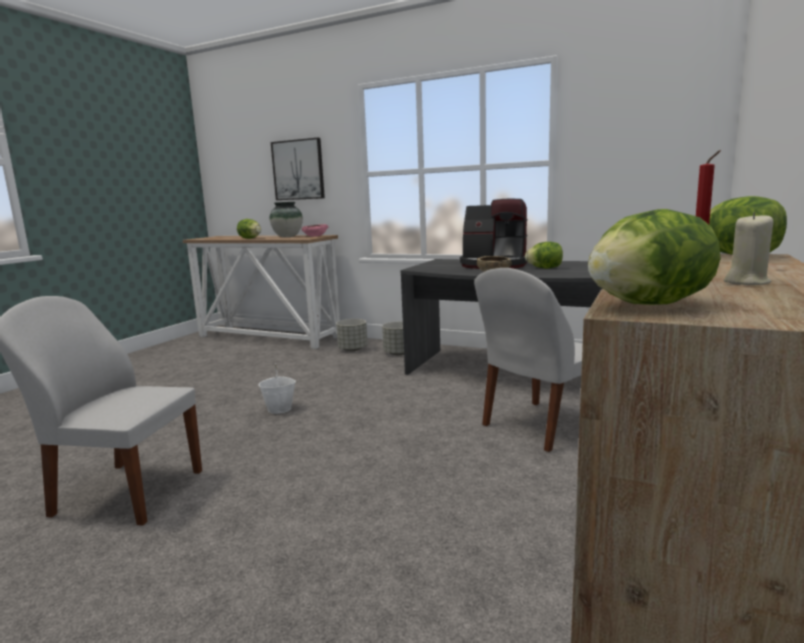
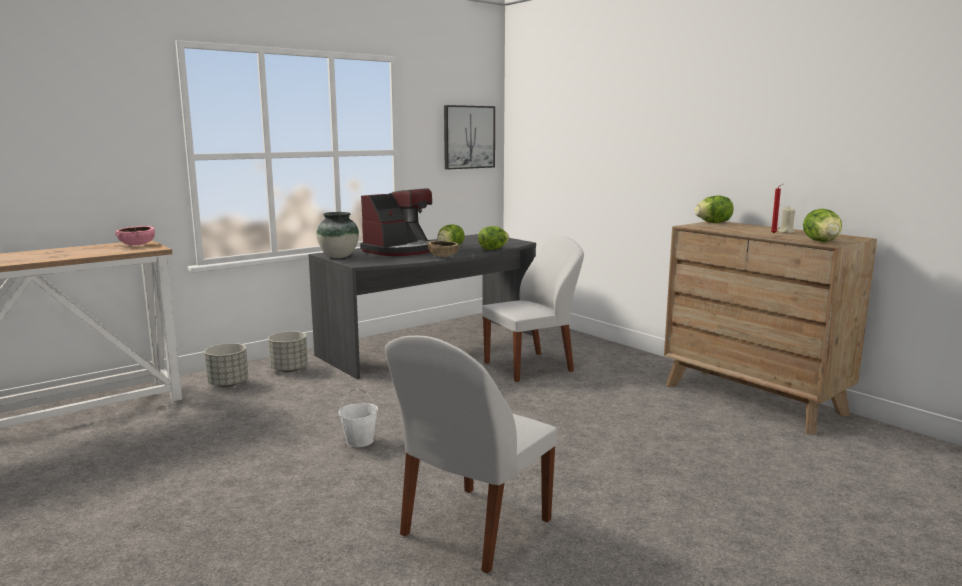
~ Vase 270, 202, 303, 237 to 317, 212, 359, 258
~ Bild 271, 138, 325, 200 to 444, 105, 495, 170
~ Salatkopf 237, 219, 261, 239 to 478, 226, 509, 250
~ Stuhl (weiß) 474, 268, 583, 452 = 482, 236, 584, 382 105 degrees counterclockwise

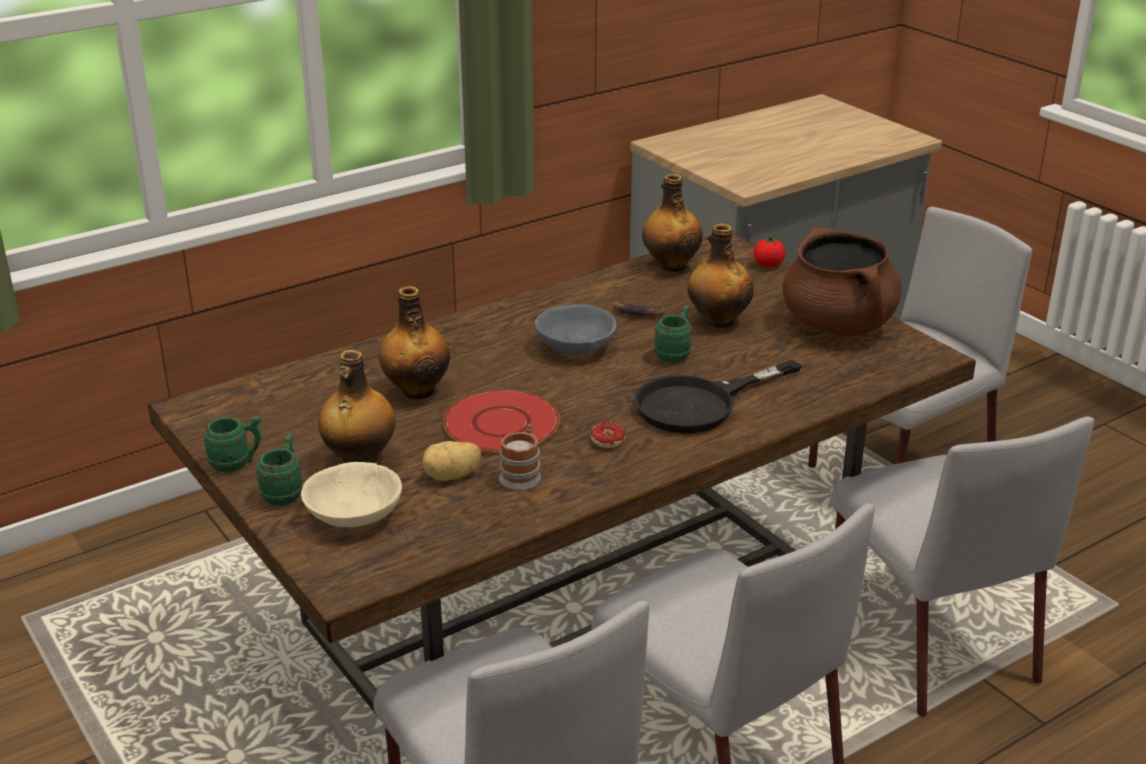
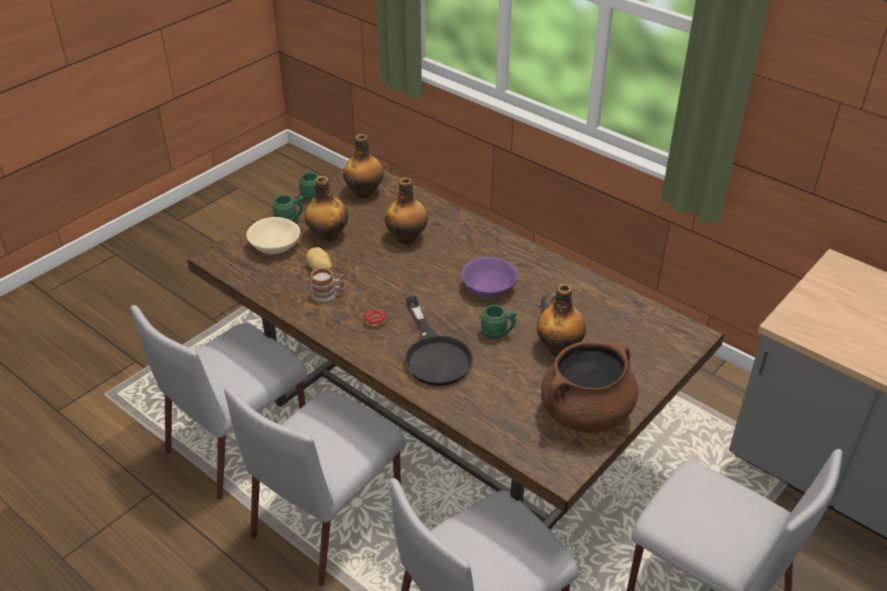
~ Flasche 642, 174, 703, 272 to 343, 134, 383, 198
~ Pfanne (schwarz) 634, 359, 802, 433 = 404, 296, 473, 386 150 degrees counterclockwise
~ Schüssel (grau) 535, 304, 616, 355 to Schüssel (lila) 462, 257, 518, 298
- Teller (rot) 443, 389, 560, 453
- Tomate 754, 235, 786, 267

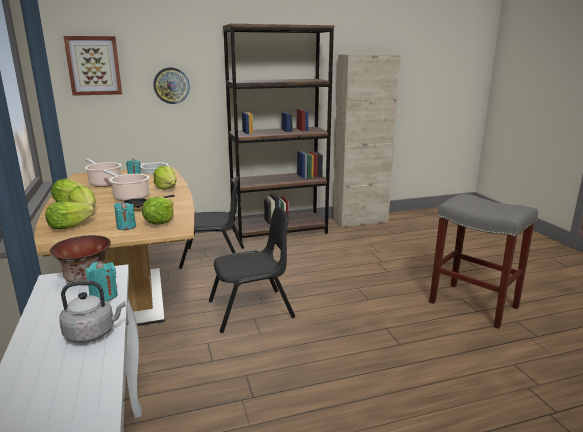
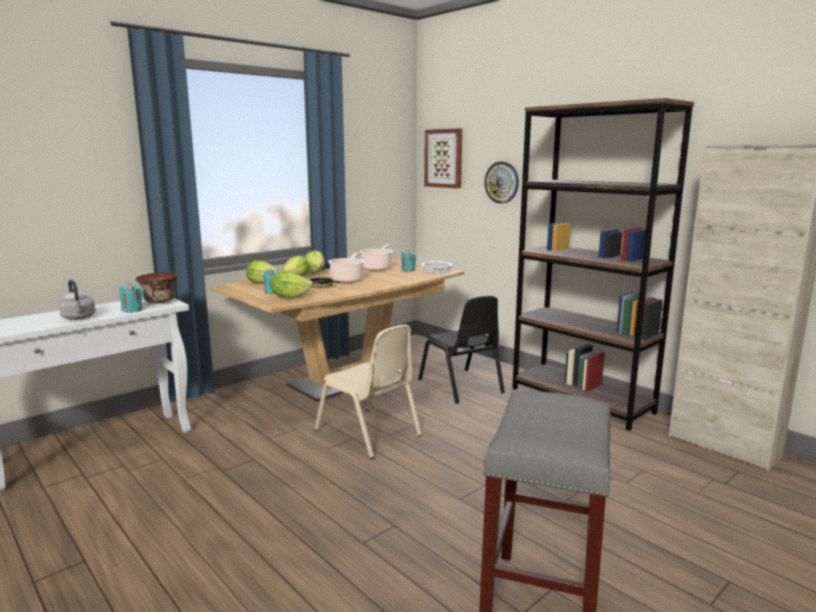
~ Stuhl (schwarz) 209, 206, 295, 333 to Stuhl (beige) 315, 324, 422, 459
- Salatkopf 154, 166, 176, 190

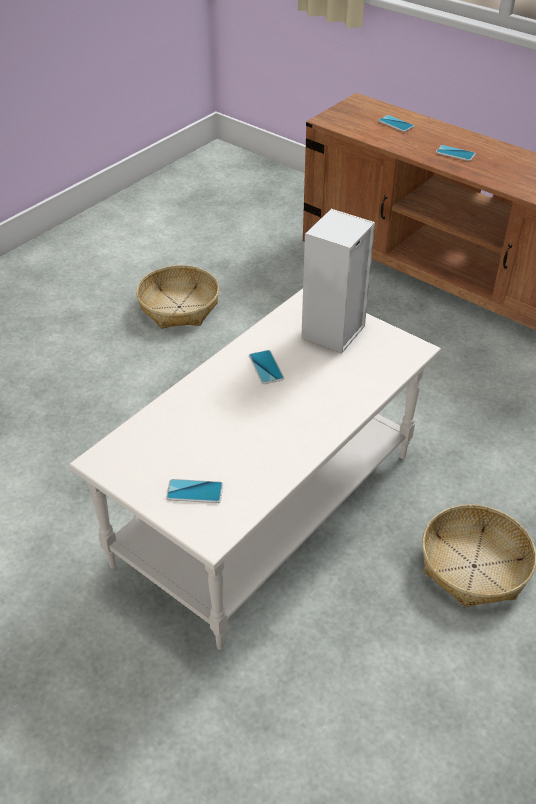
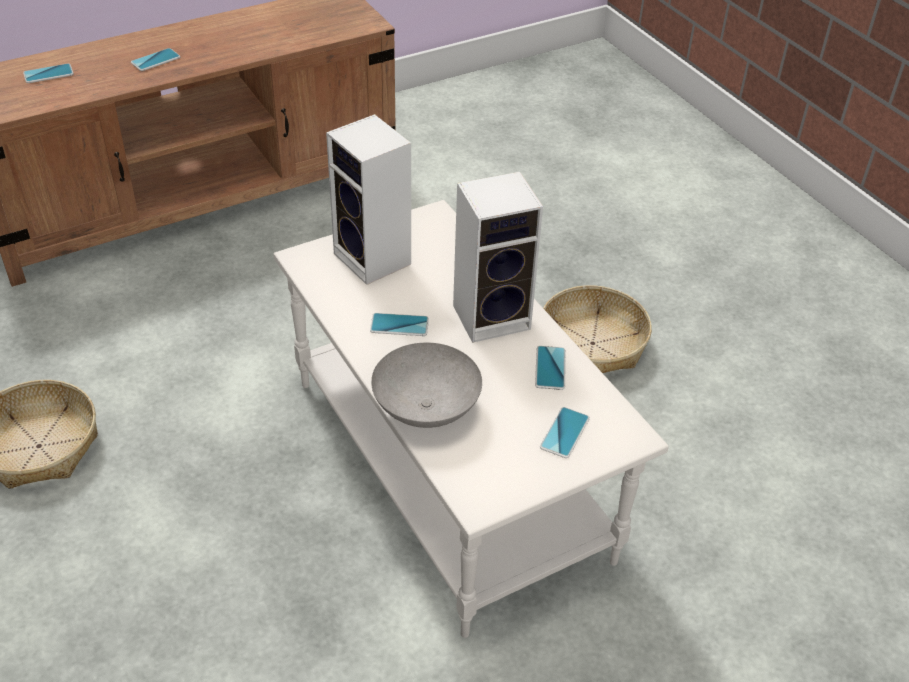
+ Schüssel (grau) 371, 342, 482, 428
+ Lautsprecher 453, 172, 543, 343
+ Handy 535, 346, 566, 390

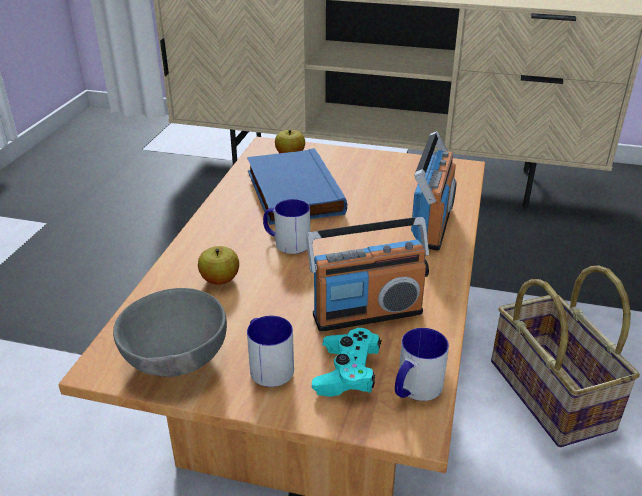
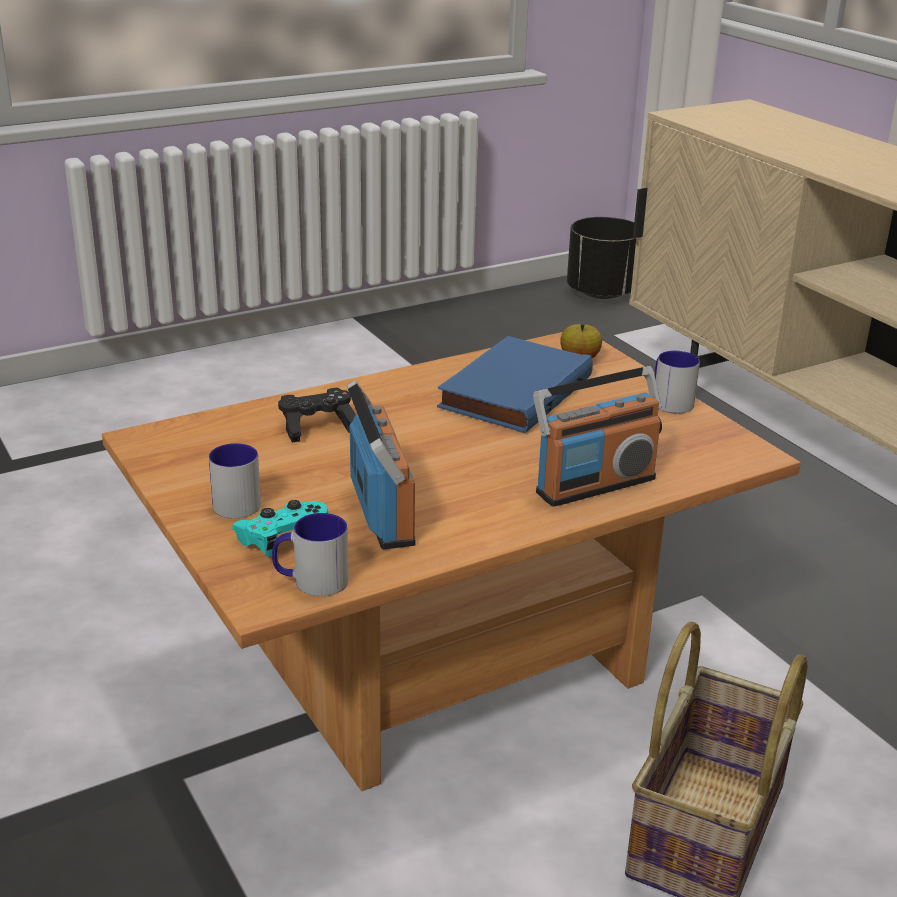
~ Apfel 198, 246, 239, 285 to Gamepad (schwarz) 278, 388, 356, 442
~ Radio 306, 217, 429, 332 = 347, 380, 416, 549 135 degrees counterclockwise
+ Pflanzkübel (schwarz) 567, 217, 636, 299
~ Henkelbecher 263, 199, 310, 254 to 654, 351, 700, 413
- Schüssel (grau) 113, 288, 227, 377

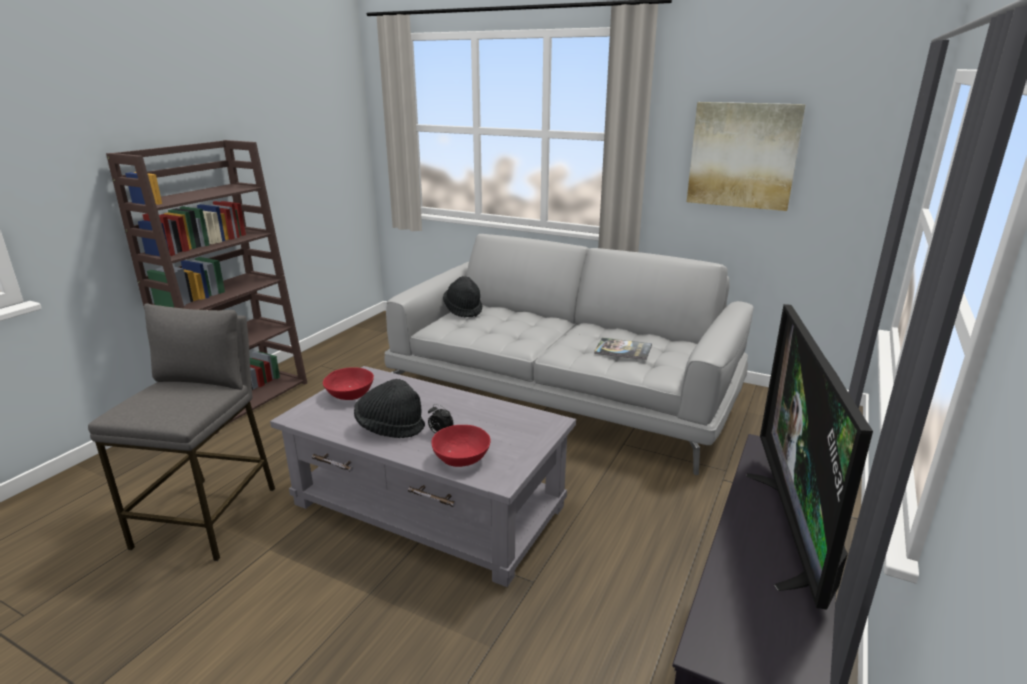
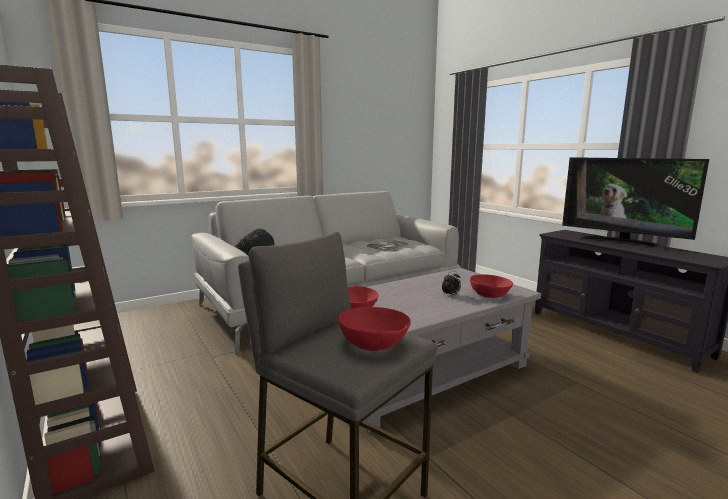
+ Schüssel (rot) 338, 307, 411, 351
- Hut (schwarz) 354, 379, 425, 438
- Bild 687, 102, 806, 211

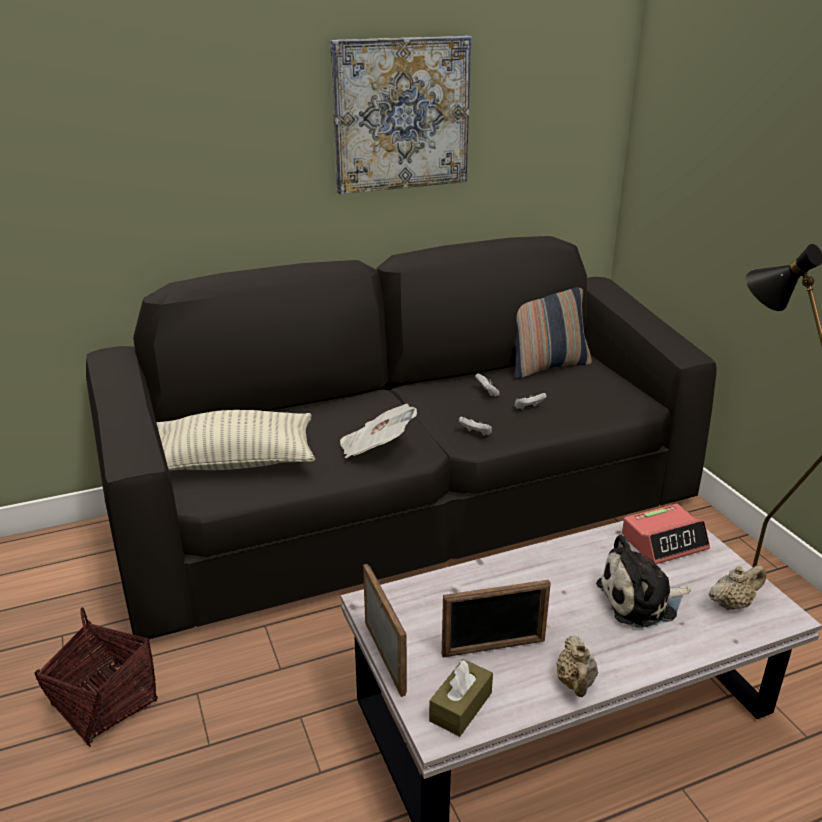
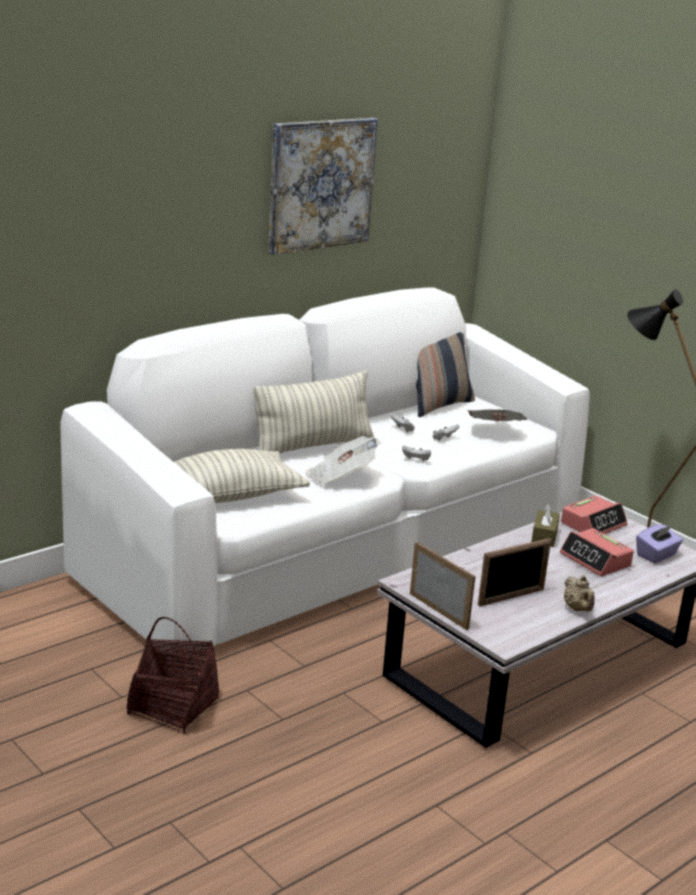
~ Sofa (schwarz) 86, 236, 717, 639 to Sofa (weiß) 60, 287, 590, 660
+ Kissen 253, 370, 374, 453
+ Zeitung 467, 409, 527, 421
~ Taschentuchbox (braun) 429, 659, 493, 737 to 531, 504, 560, 547
~ Plüschtier 596, 534, 690, 628 to Wecker 560, 528, 634, 576
~ Teekanne (beige) 709, 565, 766, 610 to Taschentuchbox (lila) 636, 524, 683, 563

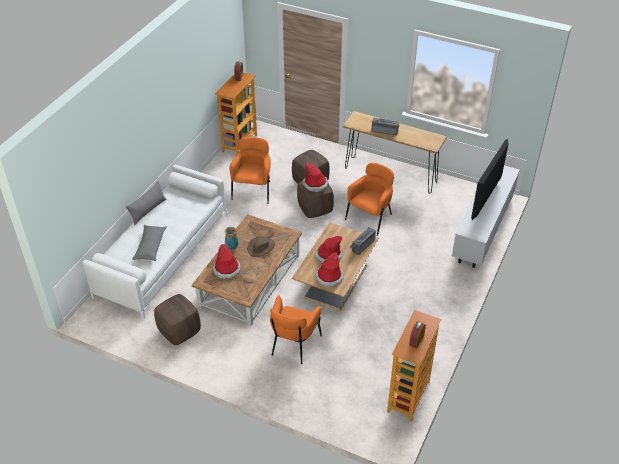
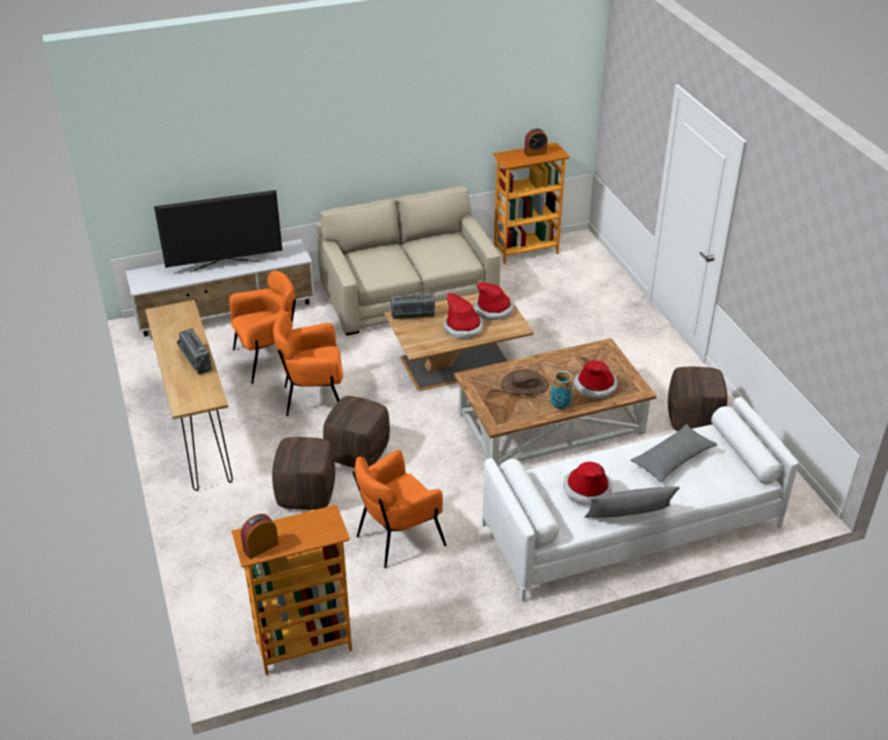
~ Sessel (orange) 270, 295, 322, 364 to 229, 271, 296, 384
+ Sofa (beige) 316, 186, 500, 336
~ Hut 303, 163, 328, 192 to 563, 462, 612, 506

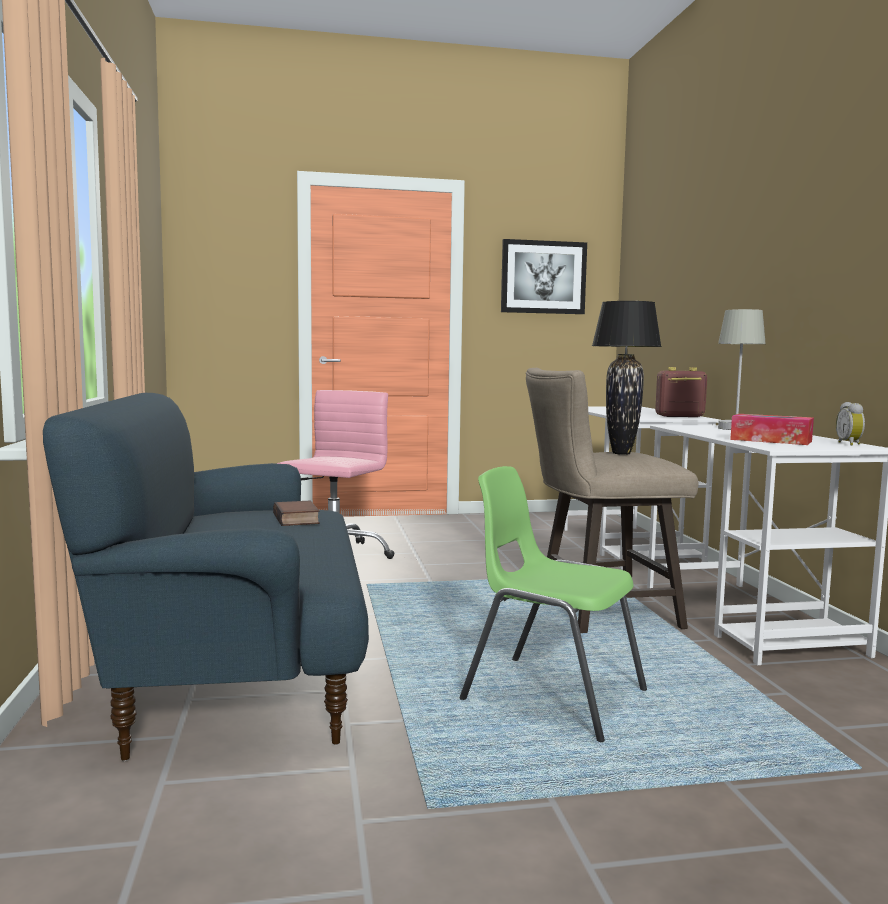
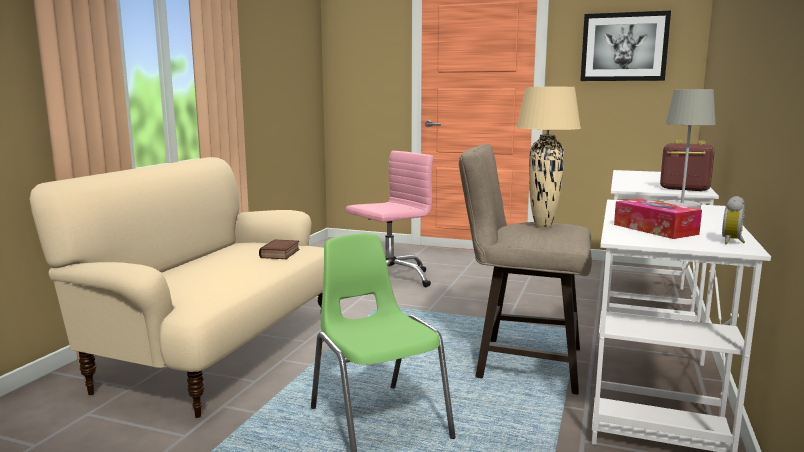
~ Sofa (blau) 43, 393, 369, 761 to Sofa (beige) 29, 157, 324, 418
~ Tischlampe (schwarz) 592, 301, 662, 455 to Tischlampe (beige) 516, 87, 581, 228

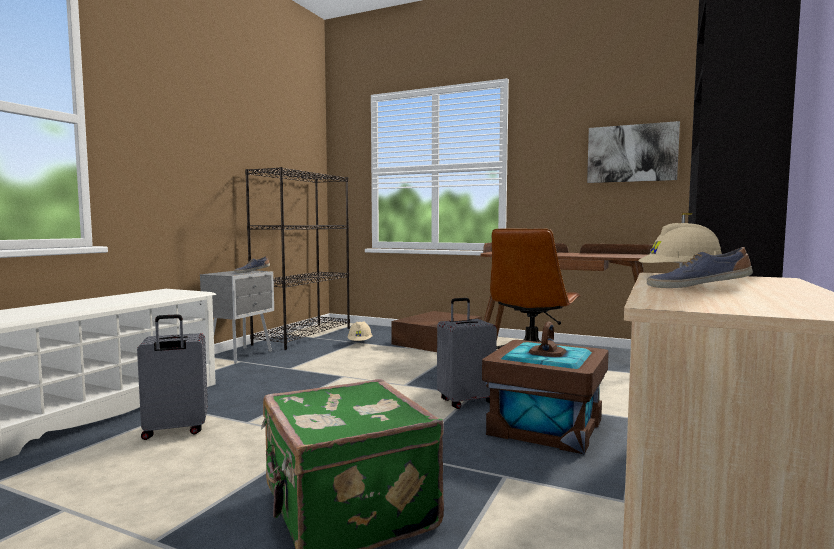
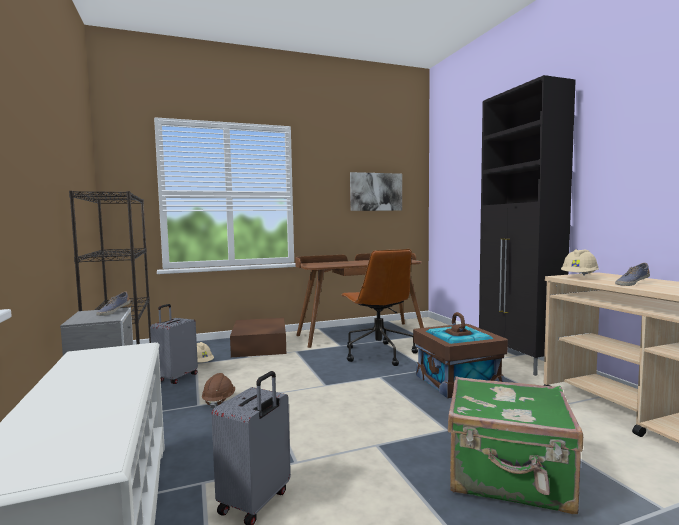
~ Koffer (grau) 437, 298, 497, 409 to 150, 304, 198, 384
+ Schutzhelm (braun) 202, 373, 235, 409

